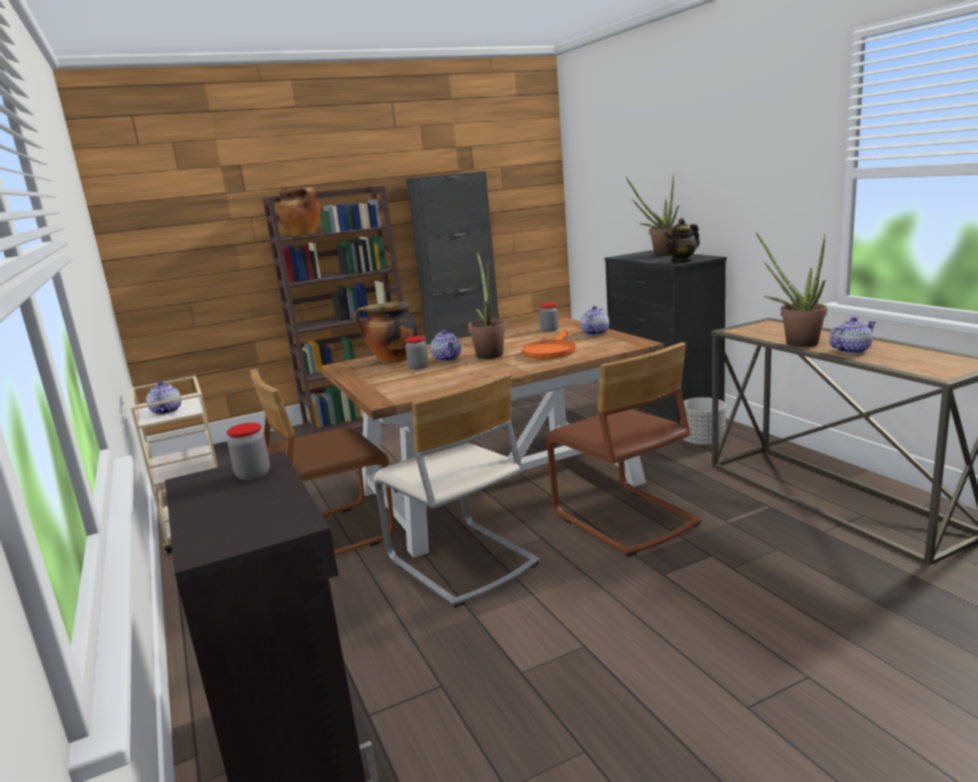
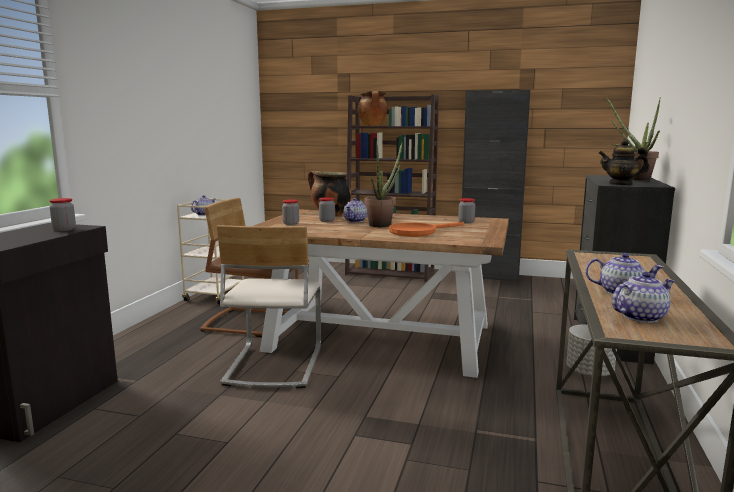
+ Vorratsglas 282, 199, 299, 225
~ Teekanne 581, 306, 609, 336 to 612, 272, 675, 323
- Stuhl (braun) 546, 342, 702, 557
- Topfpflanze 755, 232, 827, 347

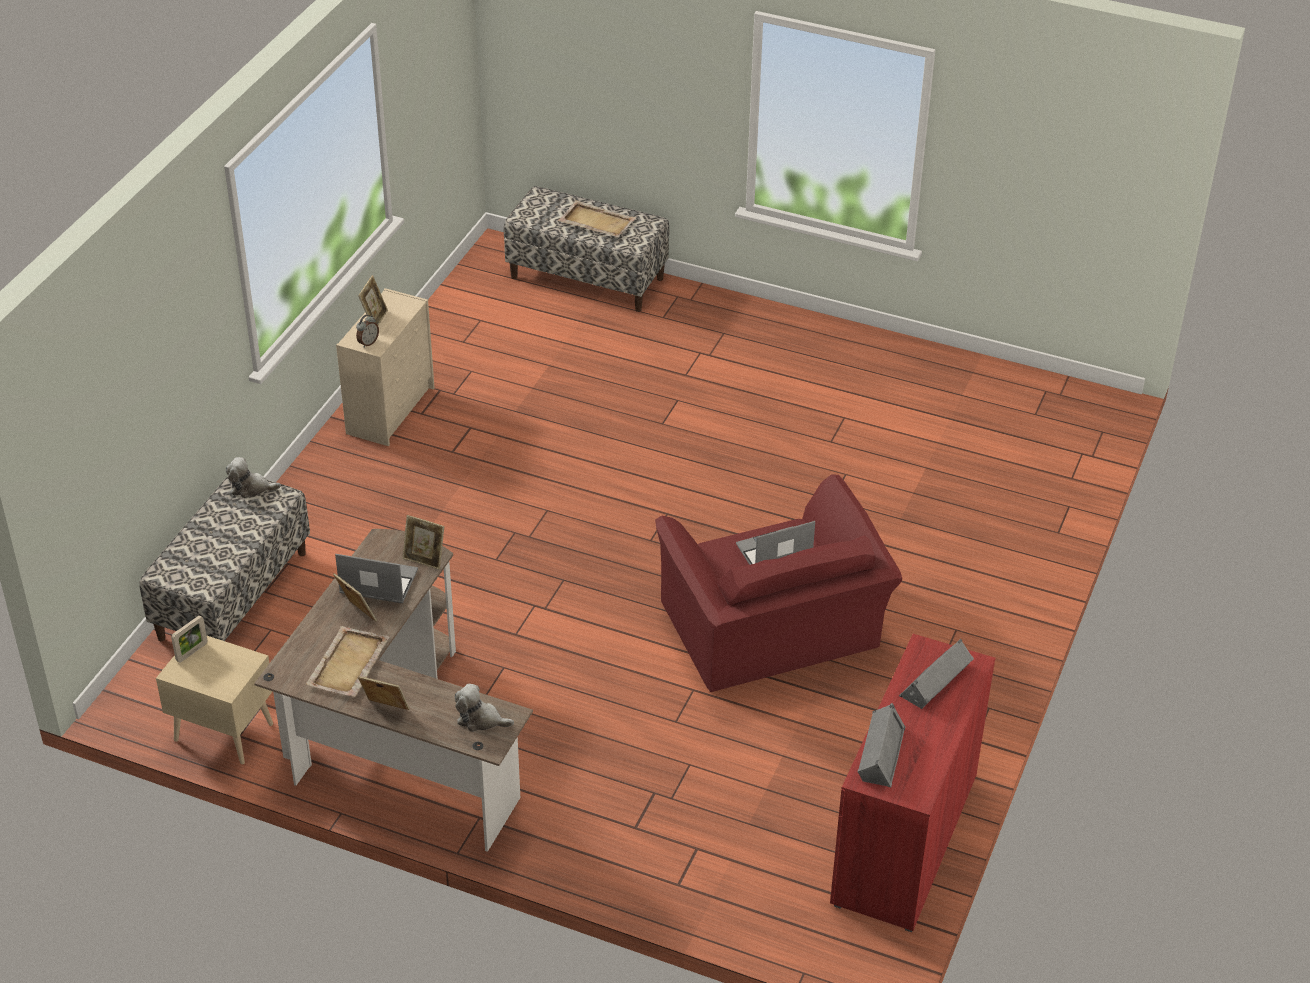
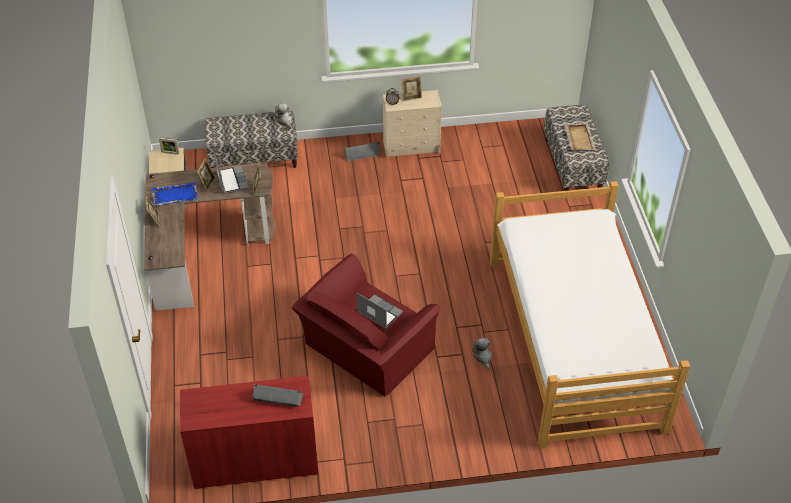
~ Tablett (beige) 306, 626, 390, 697 to Tablett (blau) 152, 182, 198, 206
~ Lautsprecher (grau) 857, 703, 905, 787 to 344, 142, 381, 162
~ Plüschtier 455, 684, 514, 732 to 472, 338, 492, 370
+ Bett 490, 181, 690, 449

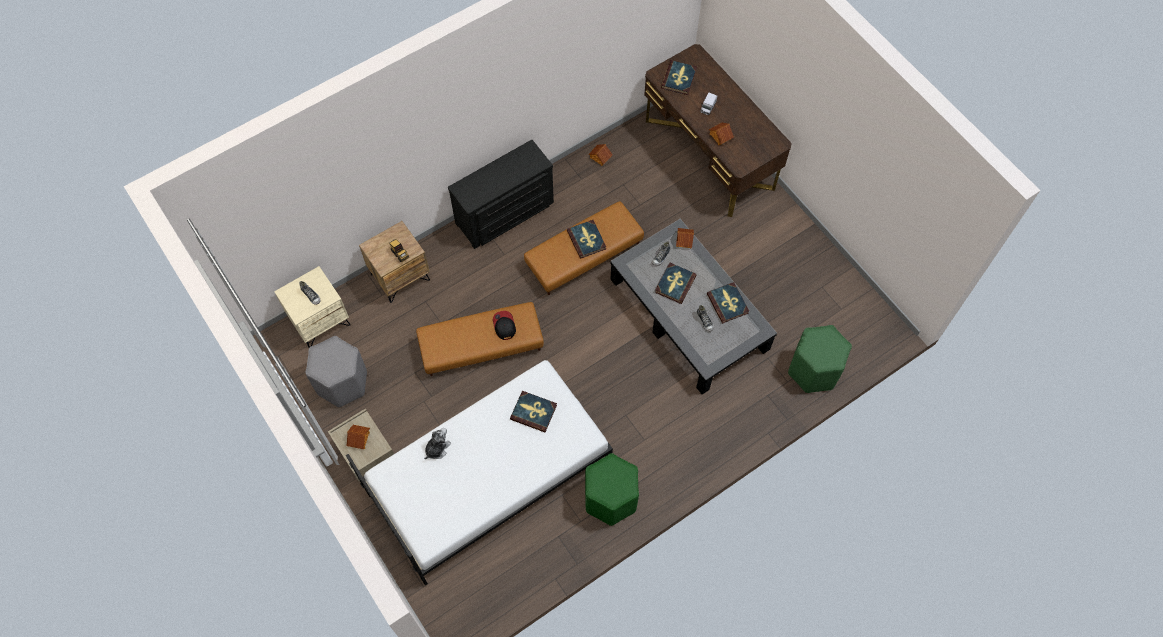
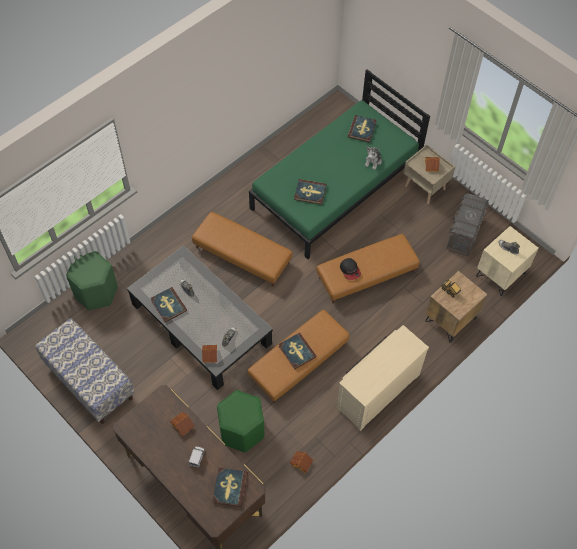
+ Bank 35, 318, 135, 424
+ Polsterhocker (braun) 192, 212, 292, 287
~ Hocker (grün) 585, 453, 639, 526 to 217, 390, 264, 452
~ Bett (weiß) 346, 360, 613, 586 to Bett (grün) 249, 69, 430, 259
~ Kommode (schwarz) 448, 140, 554, 249 to Kommode (beige) 336, 325, 429, 431
~ Buch 655, 263, 696, 304 to 348, 115, 377, 143
~ Hocker (grau) 306, 336, 367, 407 to Aufbewahrungsbox (grau) 447, 193, 489, 256

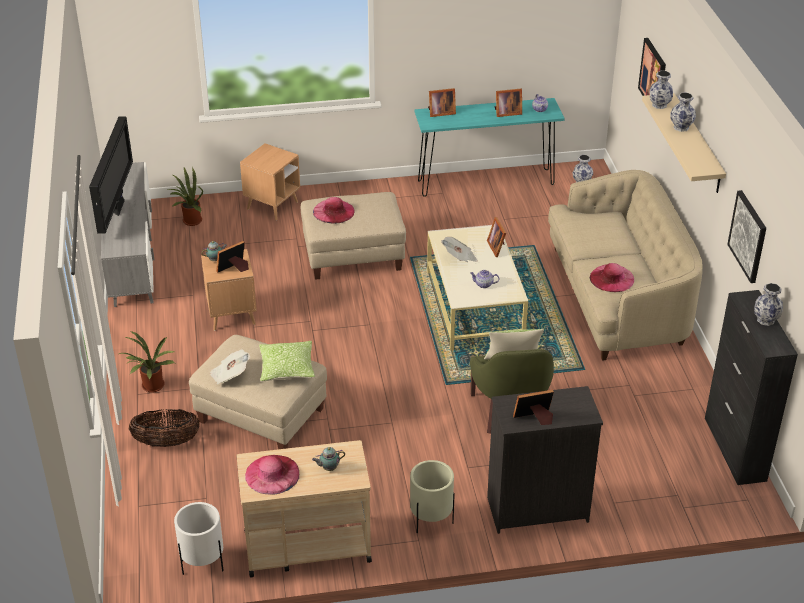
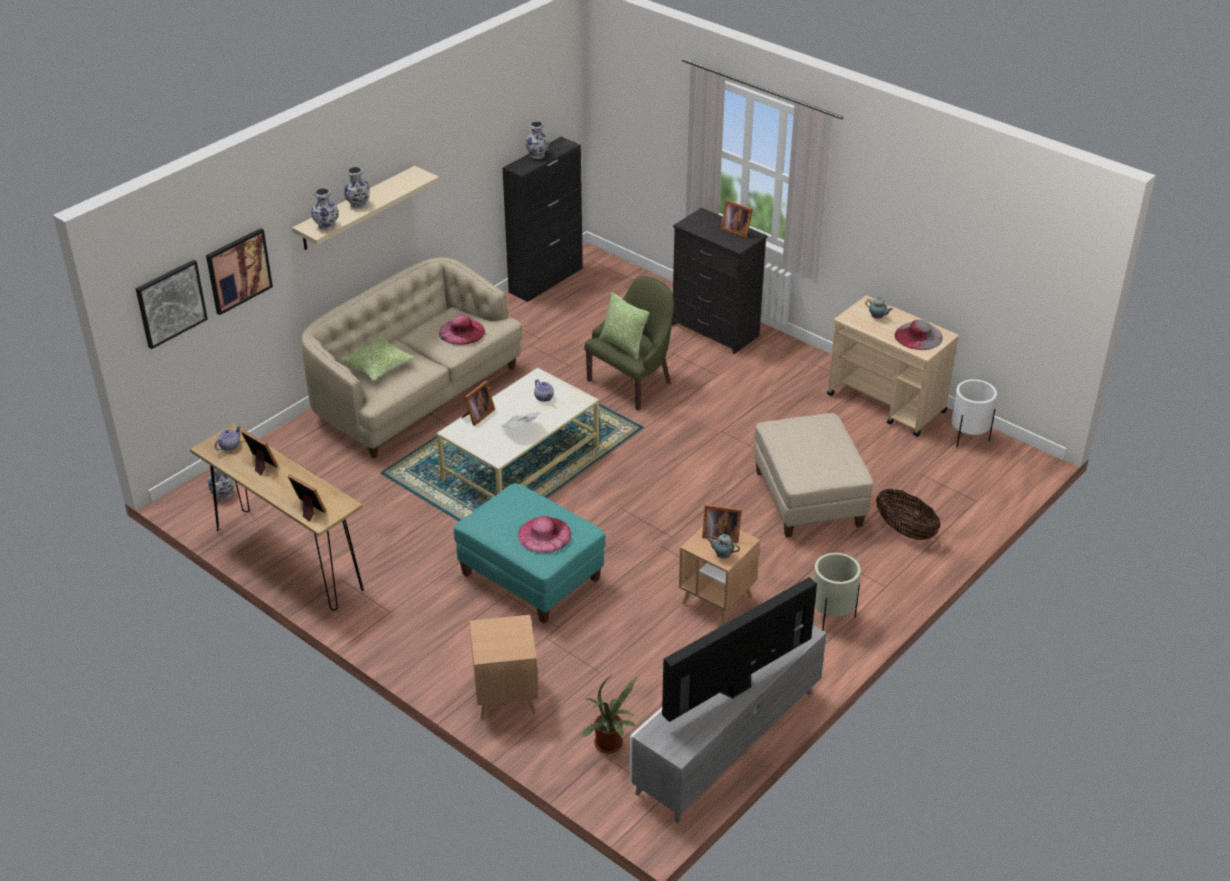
~ Bild 728, 190, 766, 283 to 136, 260, 208, 349
~ Konsolentisch (türkis) 415, 98, 565, 197 to Konsolentisch (braun) 190, 424, 364, 611
~ Kissen 259, 341, 315, 382 to 340, 336, 416, 381
~ Polsterhocker (beige) 301, 192, 406, 280 to Polsterhocker (türkis) 454, 483, 605, 624
~ Pflanzkübel (beige) 410, 460, 455, 534 to 813, 553, 861, 631
~ Hut (rosa) 245, 455, 299, 494 to Hut (grau) 895, 320, 943, 350
- Topfpflanze 119, 331, 175, 393
- Zeitung 210, 349, 250, 385

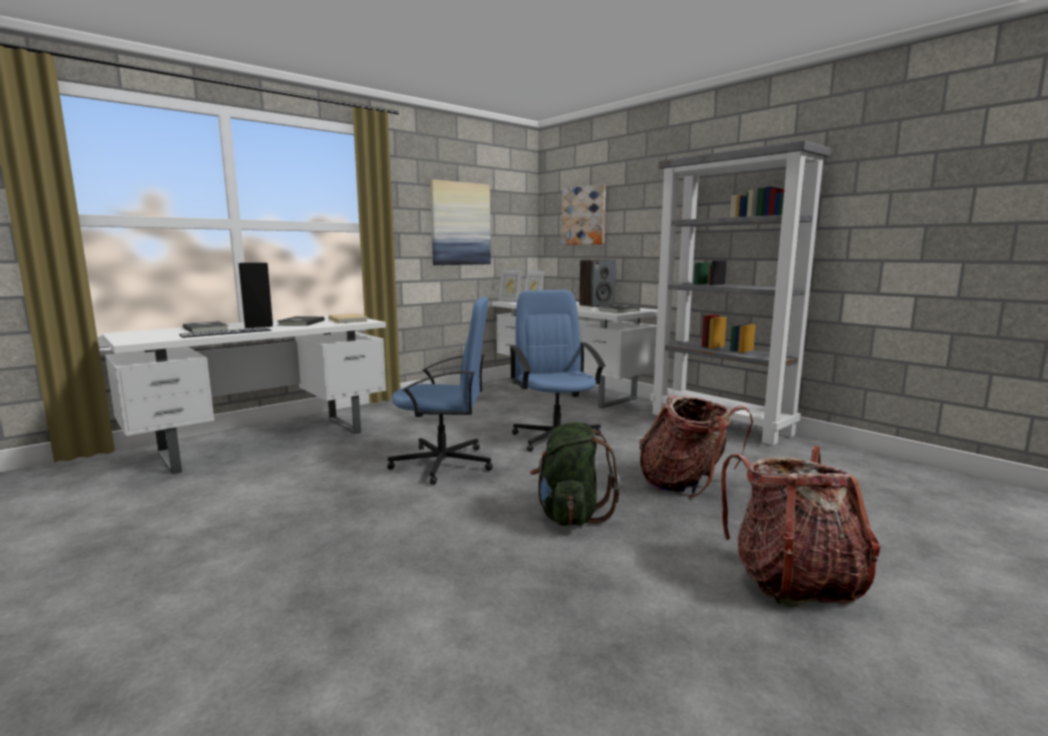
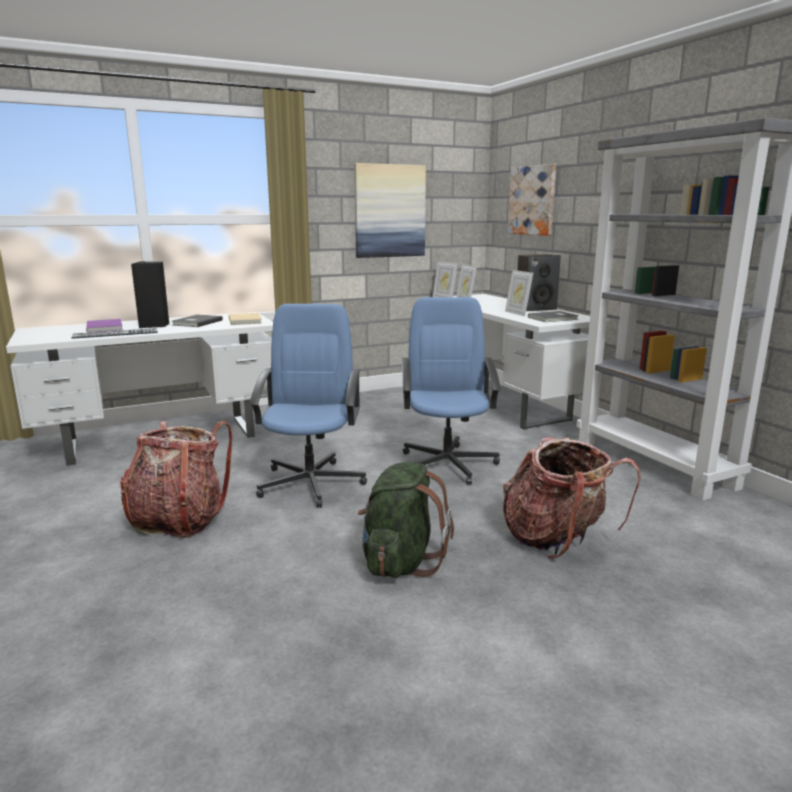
~ Buch (grau) 183, 321, 229, 333 to Buch (lila) 86, 319, 123, 333
~ Rucksack 721, 446, 880, 607 to 120, 421, 233, 538
~ Bürostuhl (blau) 387, 297, 493, 485 = 249, 304, 367, 508 105 degrees counterclockwise
+ Bilderrahmen 505, 270, 533, 316

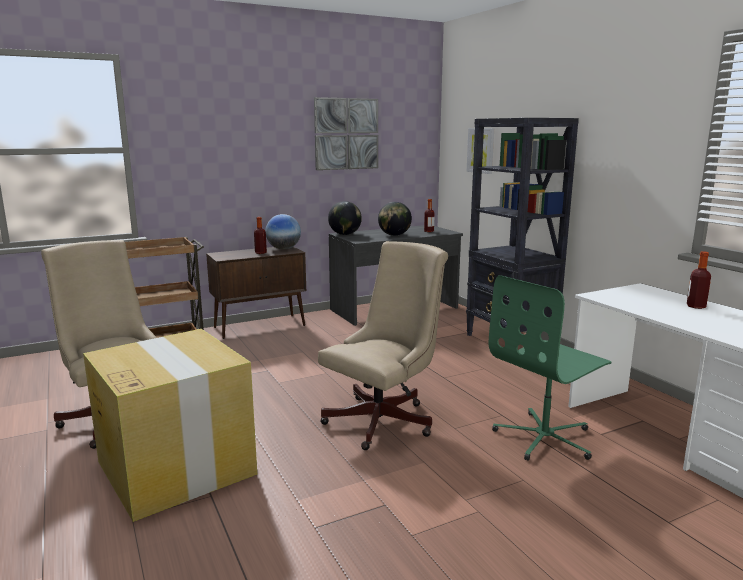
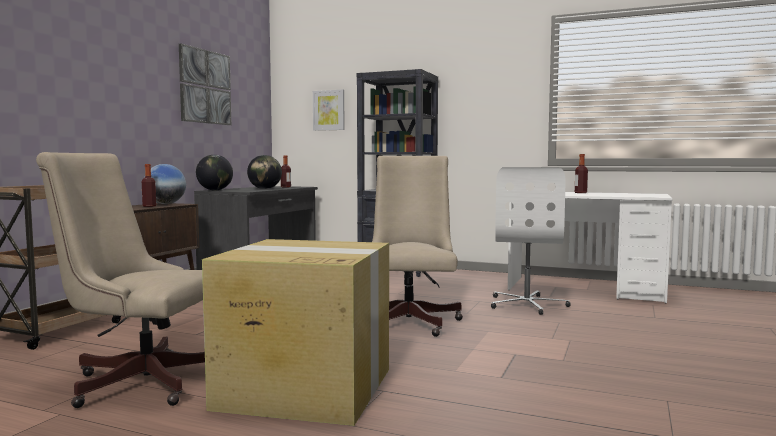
~ Bürostuhl (grün) 489, 275, 611, 461 to Bürostuhl (weiß) 491, 167, 571, 315

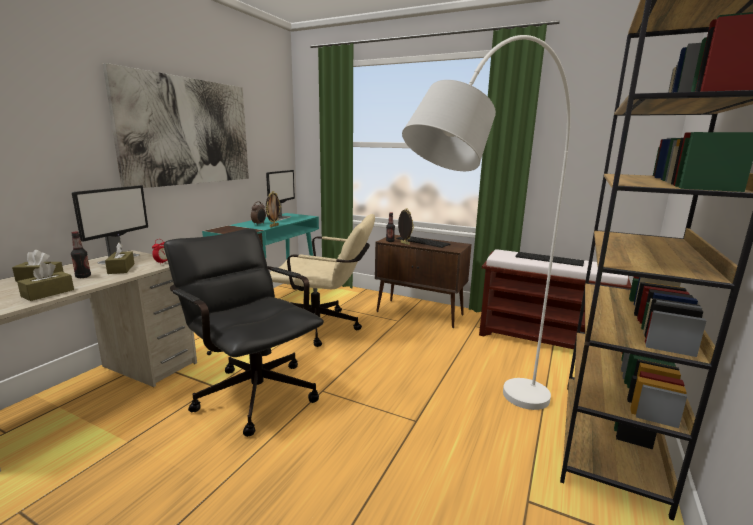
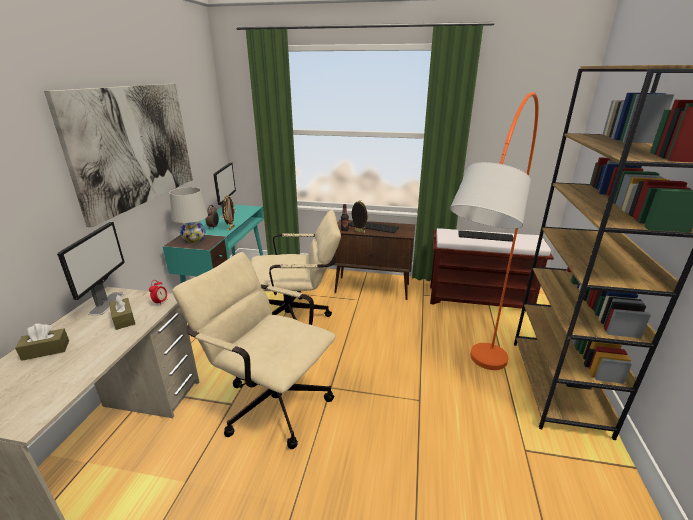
+ Tischlampe (weiß) 169, 187, 208, 243
~ Bürostuhl (schwarz) 164, 229, 324, 437 to Bürostuhl (beige) 172, 252, 336, 449
~ Stehlampe (weiß) 402, 35, 571, 410 to Stehlampe (orange) 450, 92, 539, 370
- Taschentuchbox (braun) 17, 262, 74, 301
- Flasche 71, 232, 91, 278

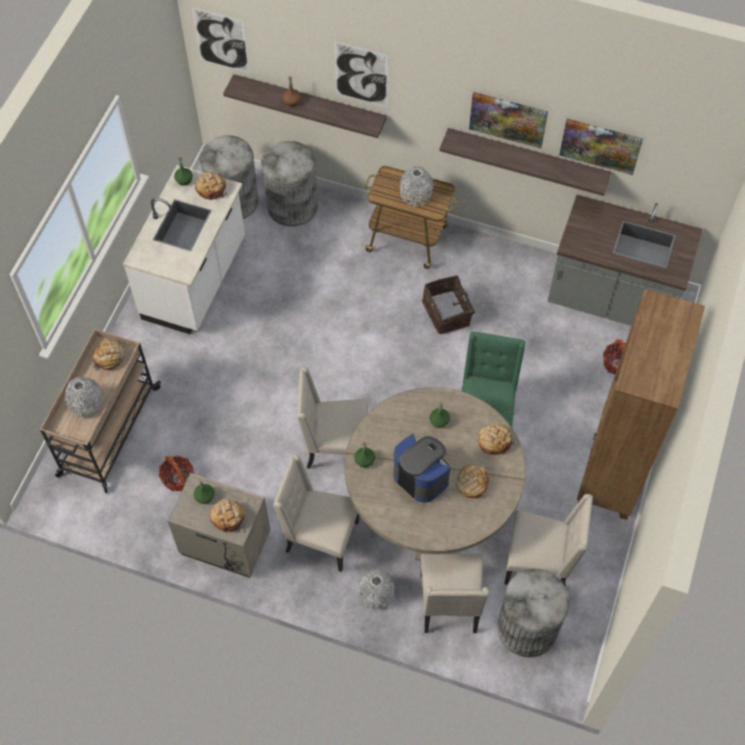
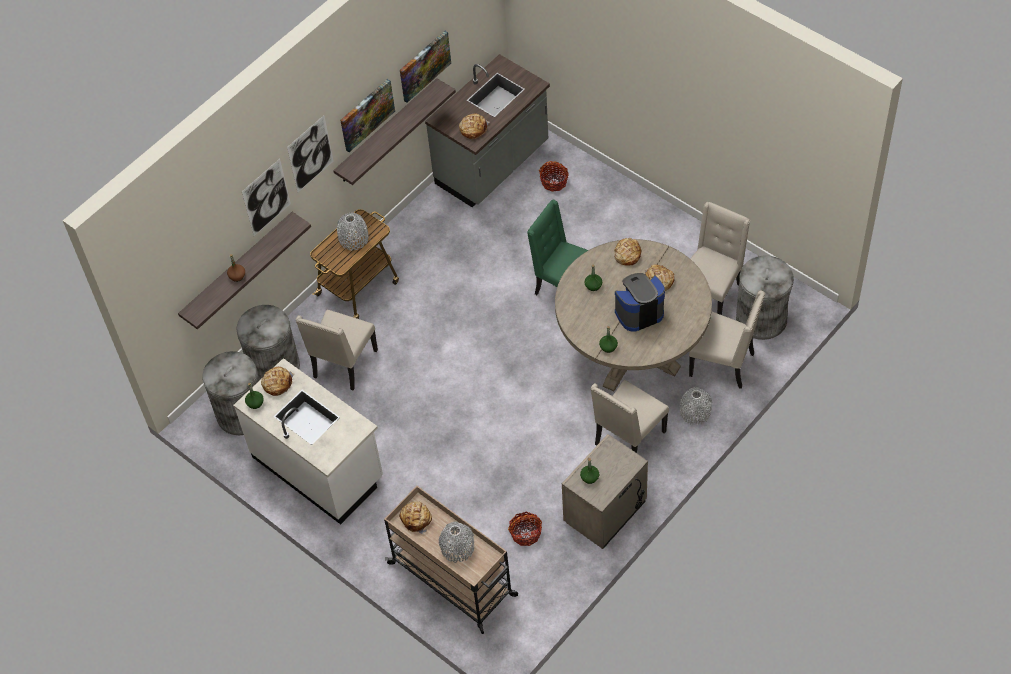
~ Bild 192, 7, 250, 73 to 287, 115, 334, 193
~ Stuhl (beige) 297, 367, 368, 469 to 296, 310, 378, 390
~ Brot 209, 499, 245, 533 to 459, 114, 490, 139
- Korb 422, 275, 475, 334
- Bücherregal (braun) 577, 289, 705, 520

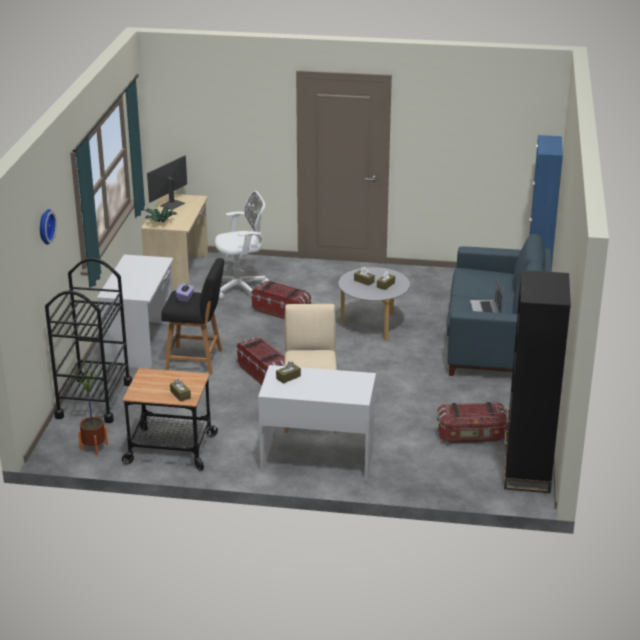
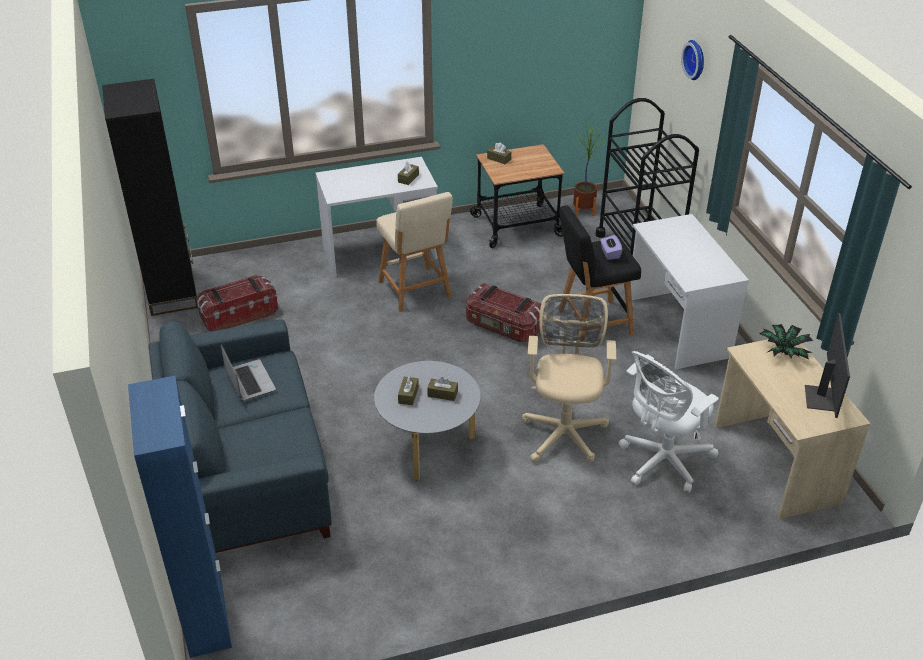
~ Aufbewahrungsbox 252, 281, 311, 320 to Bürostuhl (beige) 522, 294, 616, 463

